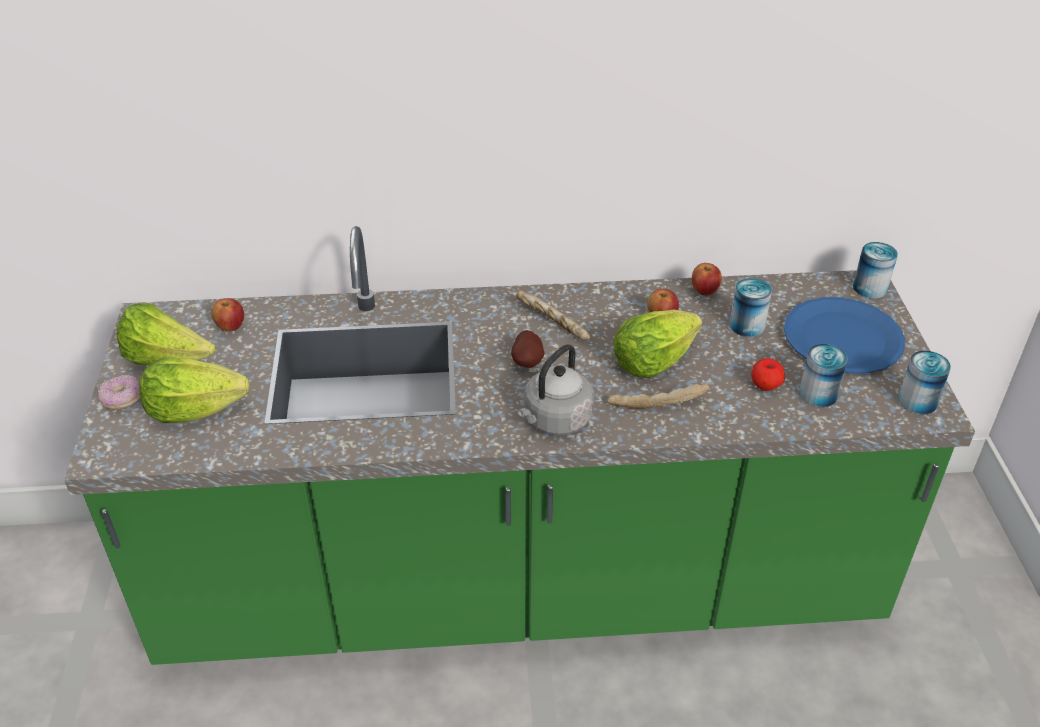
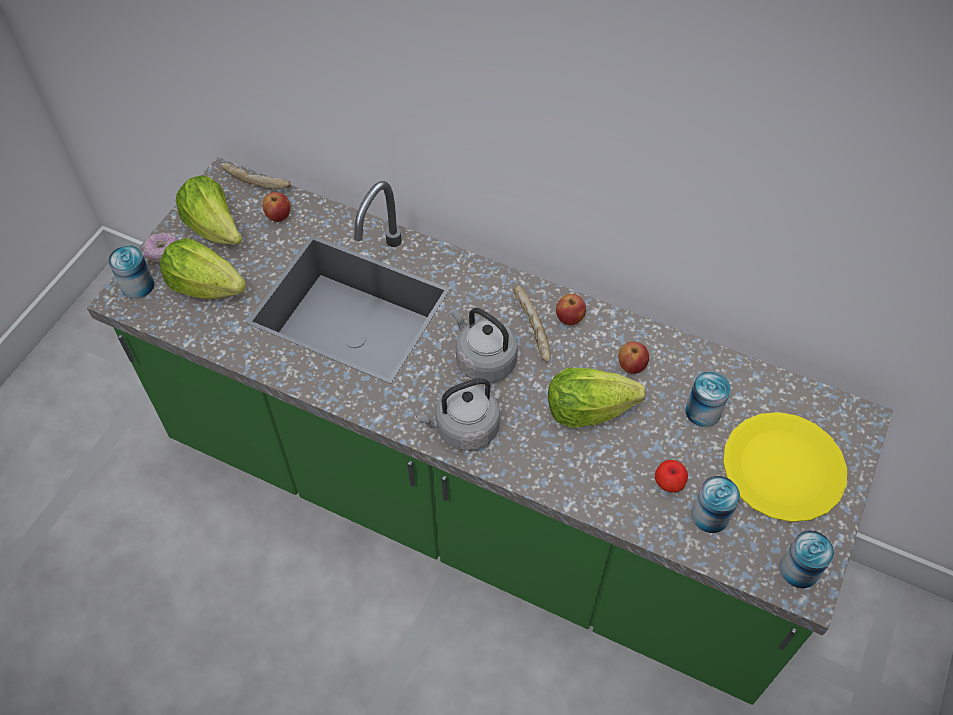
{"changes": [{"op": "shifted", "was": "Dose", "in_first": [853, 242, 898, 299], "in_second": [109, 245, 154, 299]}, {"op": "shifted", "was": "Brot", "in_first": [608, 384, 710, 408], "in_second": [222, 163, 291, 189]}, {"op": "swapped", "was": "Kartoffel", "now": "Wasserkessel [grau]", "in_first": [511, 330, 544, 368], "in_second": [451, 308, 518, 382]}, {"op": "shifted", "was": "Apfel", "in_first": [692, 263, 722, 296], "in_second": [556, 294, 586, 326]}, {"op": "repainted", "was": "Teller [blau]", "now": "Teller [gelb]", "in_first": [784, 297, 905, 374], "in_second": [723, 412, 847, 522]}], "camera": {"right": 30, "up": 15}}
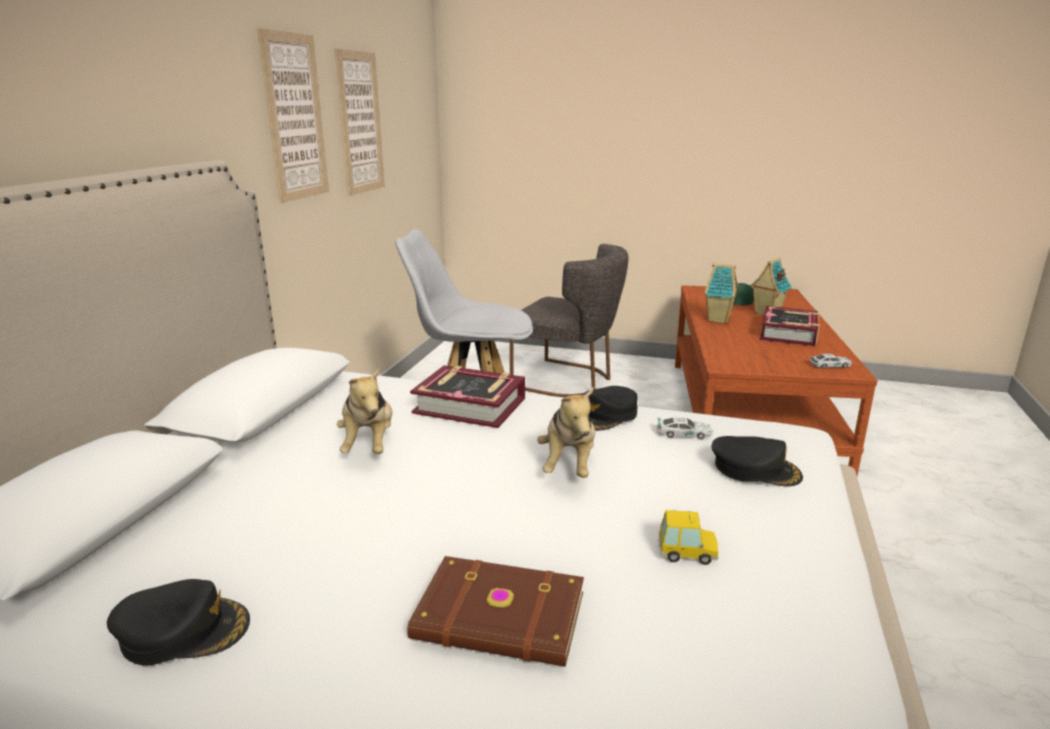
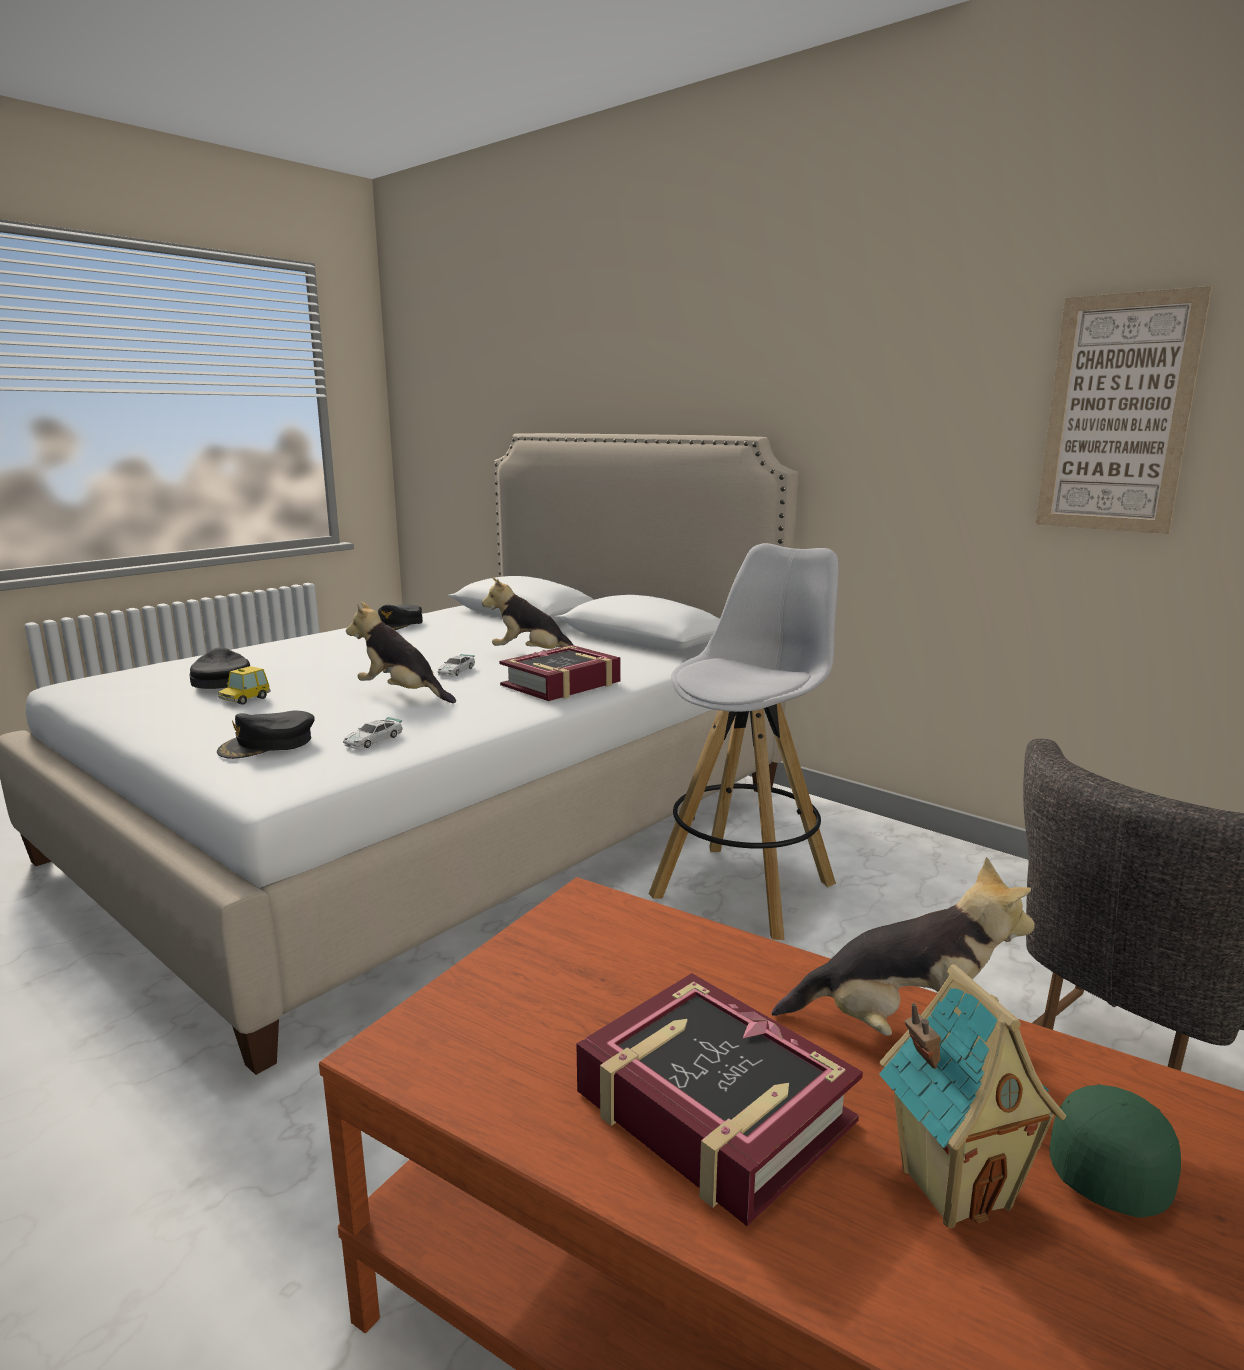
{"changes": [{"op": "shifted", "was": "Kappe [schwarz]", "in_first": [583, 386, 638, 431], "in_second": [189, 647, 250, 689]}, {"op": "shifted", "was": "Spielzeugauto", "in_first": [810, 354, 852, 369], "in_second": [438, 654, 475, 677]}, {"op": "swapped", "was": "Spielzeughaus", "now": "Plüschtier", "in_first": [704, 263, 738, 323], "in_second": [772, 857, 1035, 1036]}, {"op": "gone", "was": "Bild", "in_first": [257, 28, 329, 203]}, {"op": "gone", "was": "Buch [braun]", "in_first": [407, 556, 584, 667]}], "camera": {"right": 115, "up": -5}}
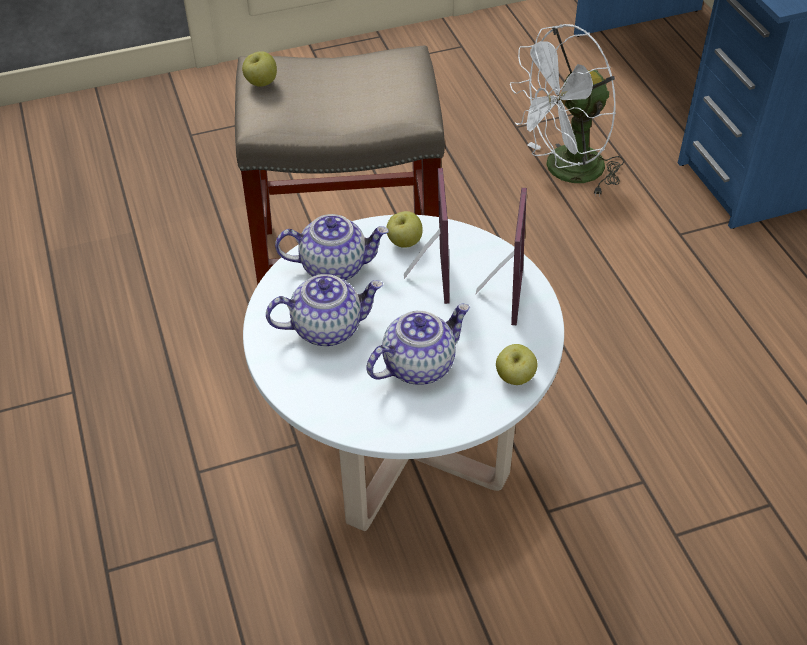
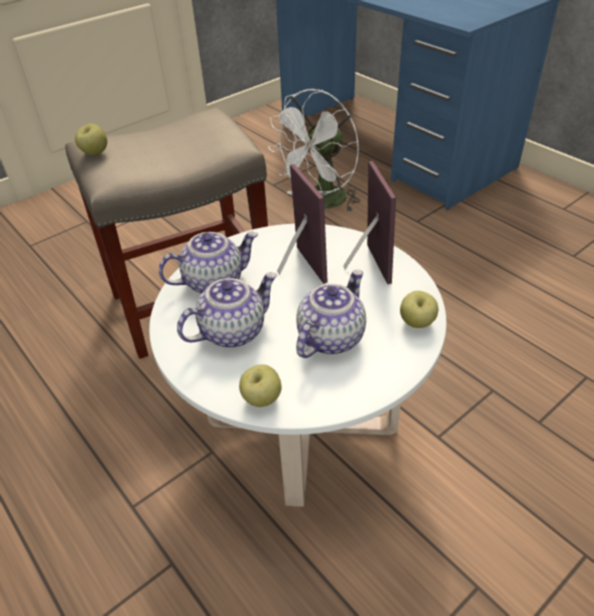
{"changes": [{"op": "shifted", "was": "Apfel", "in_first": [386, 211, 423, 248], "in_second": [239, 364, 282, 407]}], "camera": {"right": -20, "up": -5}}
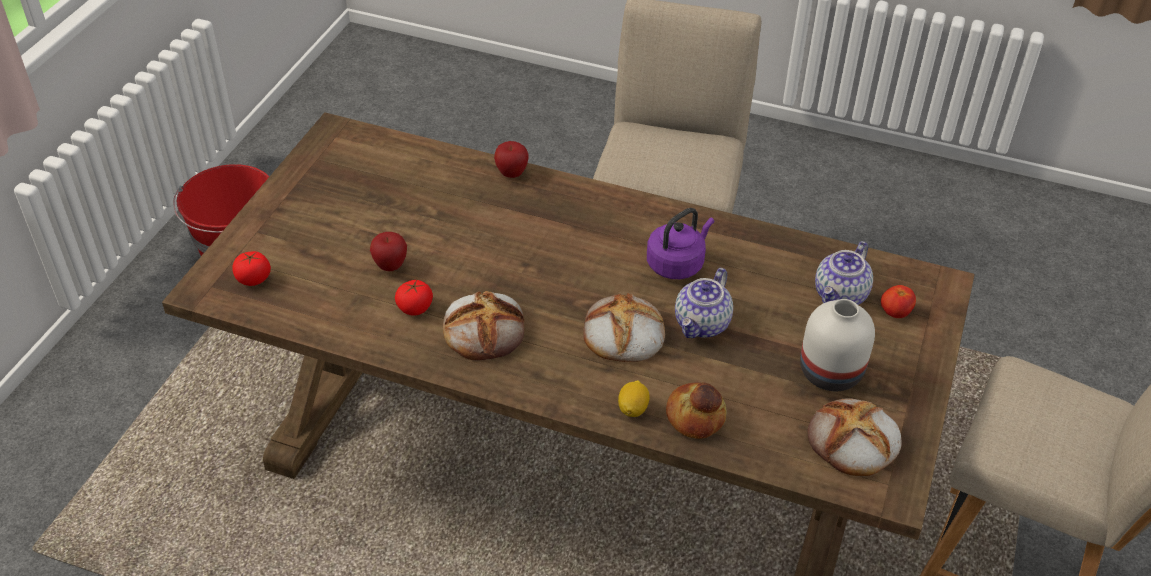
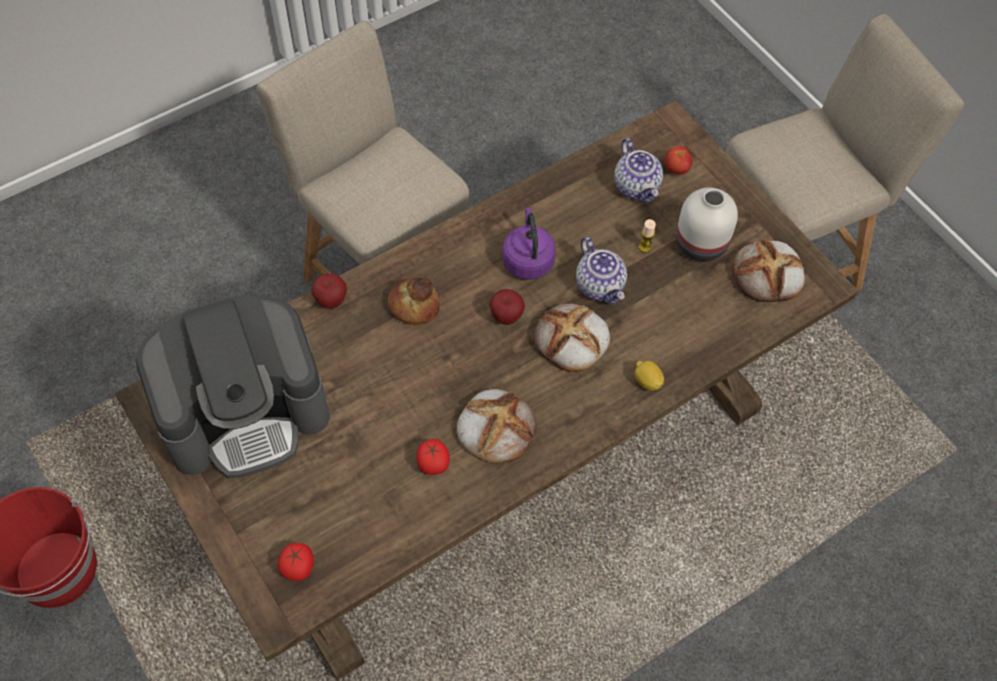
{"changes": [{"op": "new", "now": "Kaffeemaschine", "in_second": [136, 295, 330, 478]}, {"op": "shifted", "was": "Brot", "in_first": [666, 383, 726, 439], "in_second": [388, 278, 440, 325]}, {"op": "shifted", "was": "Apfel", "in_first": [370, 232, 407, 271], "in_second": [489, 289, 525, 325]}, {"op": "new", "now": "Kerze", "in_second": [639, 219, 656, 253]}], "camera": {"right": -55, "up": 15}}
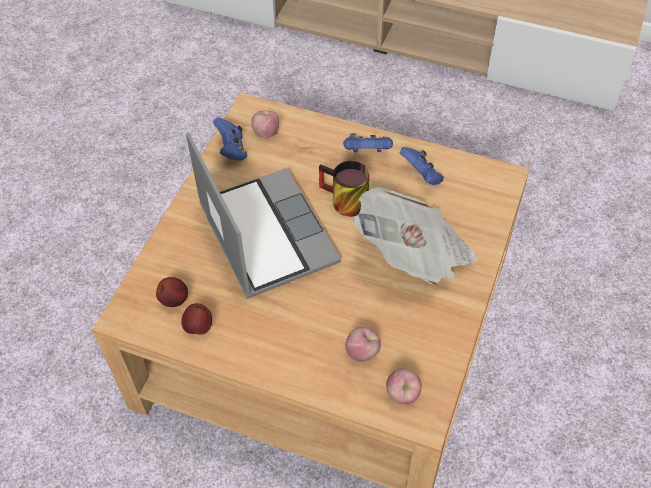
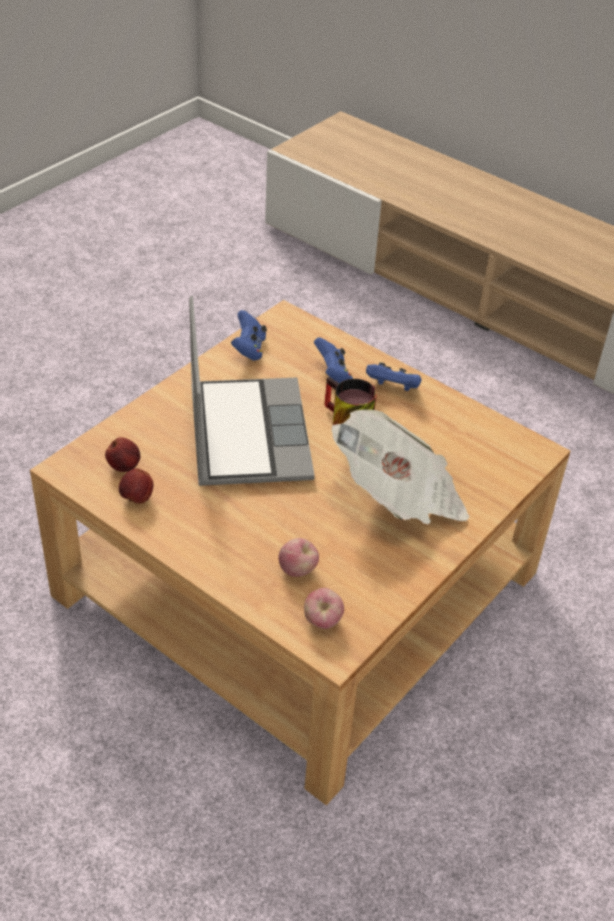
{"changes": [{"op": "shifted", "was": "Gamepad [blau]", "in_first": [399, 147, 444, 185], "in_second": [314, 337, 353, 383]}, {"op": "gone", "was": "Apfel", "in_first": [251, 110, 279, 138]}], "camera": {"right": 15, "up": -10}}
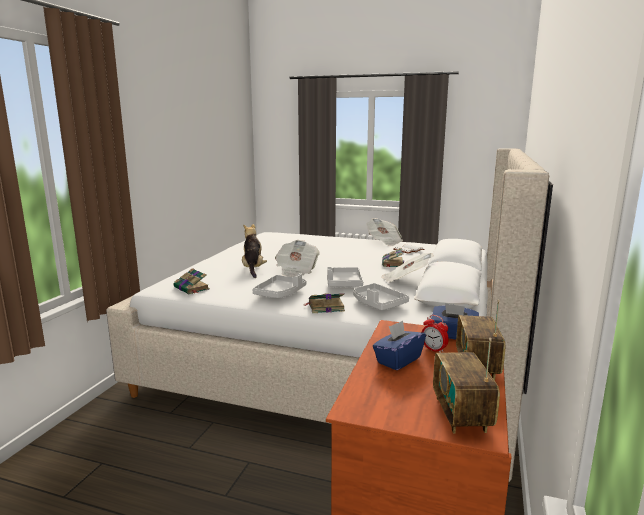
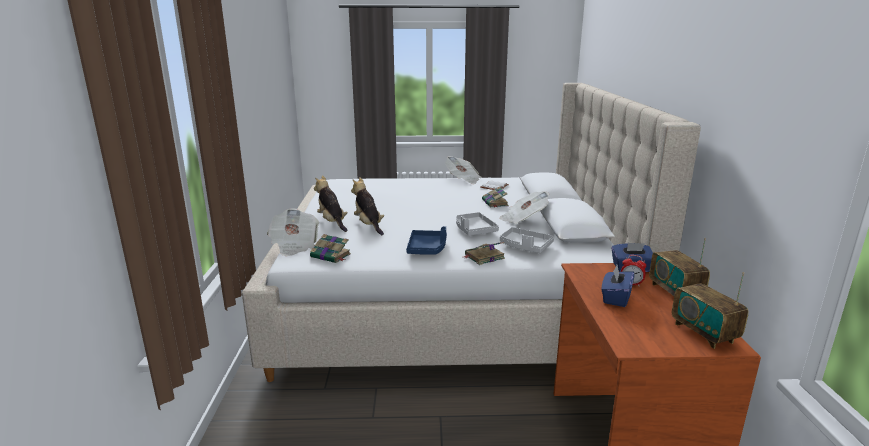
{"changes": [{"op": "shifted", "was": "Zeitung", "in_first": [275, 240, 320, 277], "in_second": [267, 208, 319, 256]}, {"op": "new", "now": "Plüschtier", "in_second": [314, 175, 348, 232]}, {"op": "repainted", "was": "Tablett [grau]", "now": "Tablett [blau]", "in_first": [253, 273, 306, 298], "in_second": [406, 226, 447, 255]}], "camera": {"right": -20, "up": 5}}
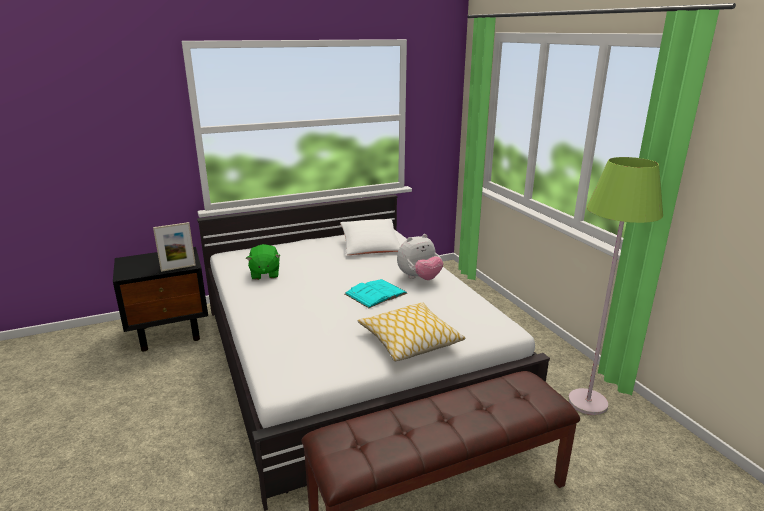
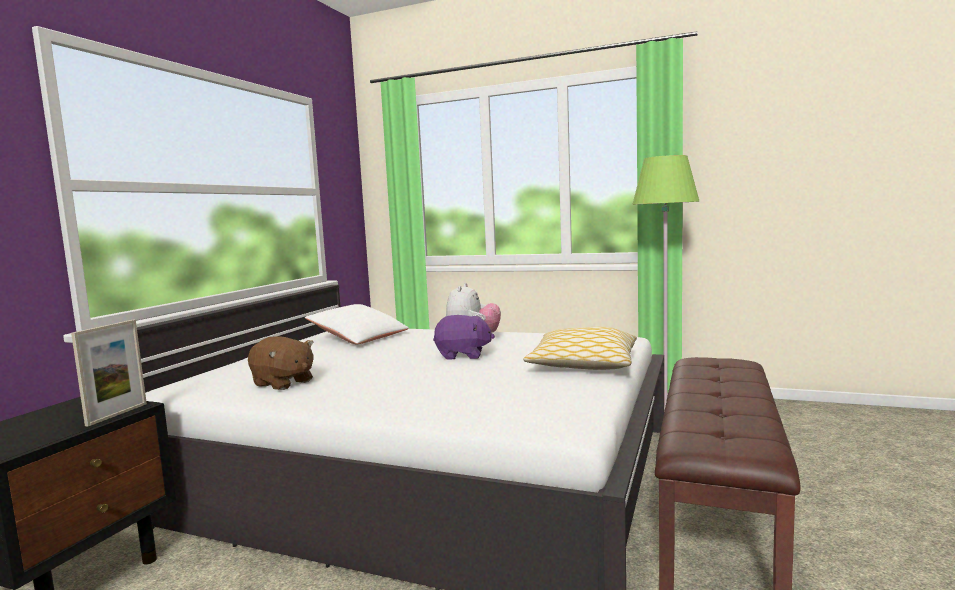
{"changes": [{"op": "repainted", "was": "Plüschtier [grün]", "now": "Plüschtier [braun]", "in_first": [246, 244, 280, 280], "in_second": [248, 336, 314, 390]}, {"op": "swapped", "was": "Buch [türkis]", "now": "Plüschtier [lila]", "in_first": [345, 279, 407, 308], "in_second": [433, 315, 495, 360]}], "camera": {"right": -45, "up": -15}}
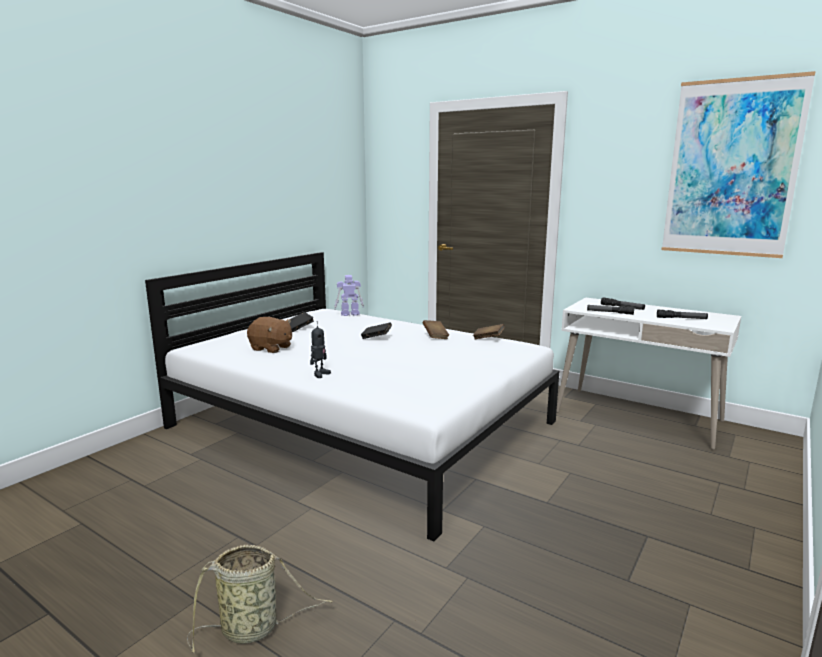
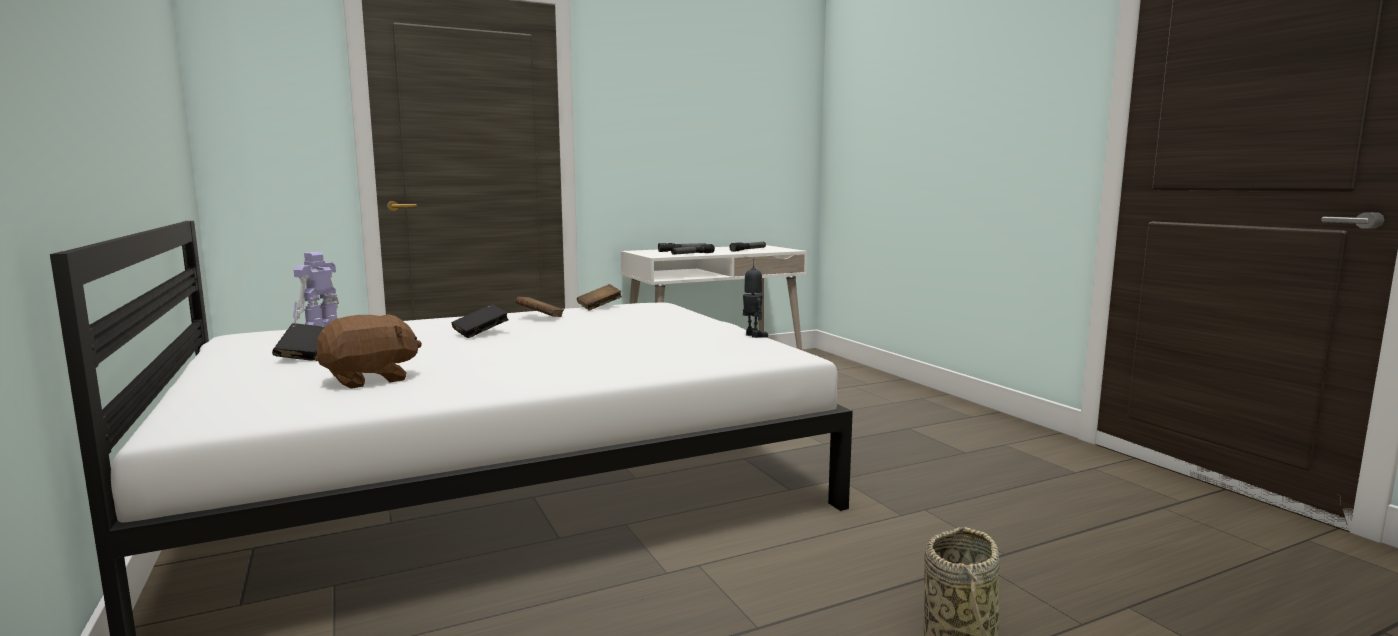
{"changes": [{"op": "shifted", "was": "Spielzeugroboter", "in_first": [310, 321, 331, 378], "in_second": [743, 259, 768, 338]}, {"op": "gone", "was": "Bild", "in_first": [662, 71, 816, 258]}], "camera": {"right": -60, "up": -5}}
